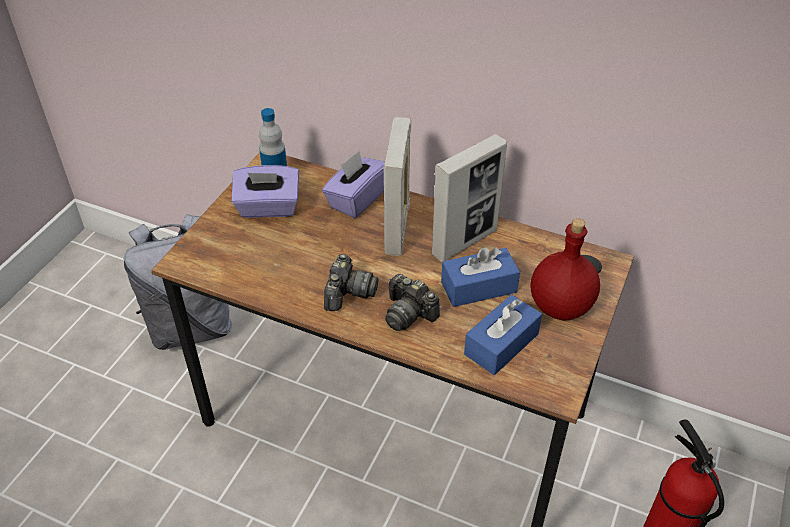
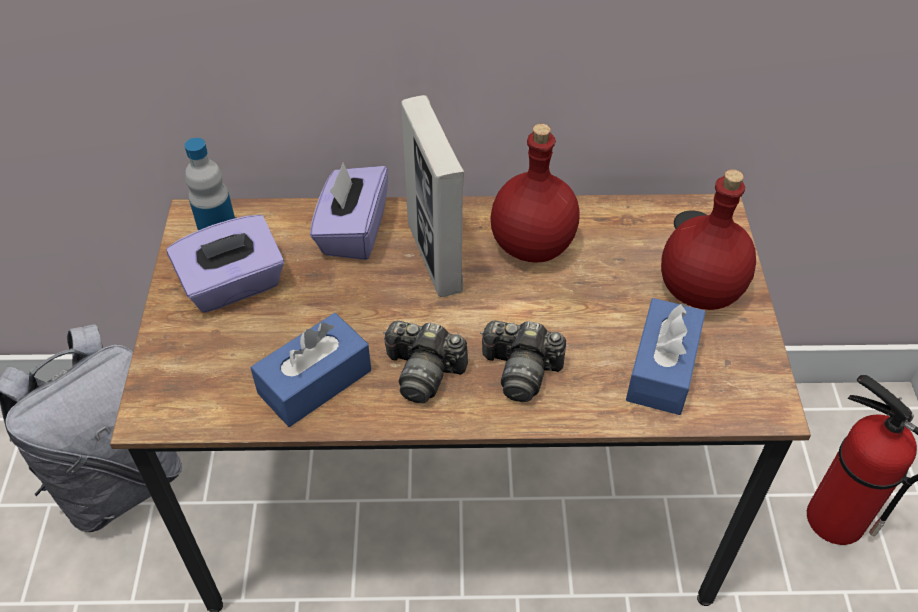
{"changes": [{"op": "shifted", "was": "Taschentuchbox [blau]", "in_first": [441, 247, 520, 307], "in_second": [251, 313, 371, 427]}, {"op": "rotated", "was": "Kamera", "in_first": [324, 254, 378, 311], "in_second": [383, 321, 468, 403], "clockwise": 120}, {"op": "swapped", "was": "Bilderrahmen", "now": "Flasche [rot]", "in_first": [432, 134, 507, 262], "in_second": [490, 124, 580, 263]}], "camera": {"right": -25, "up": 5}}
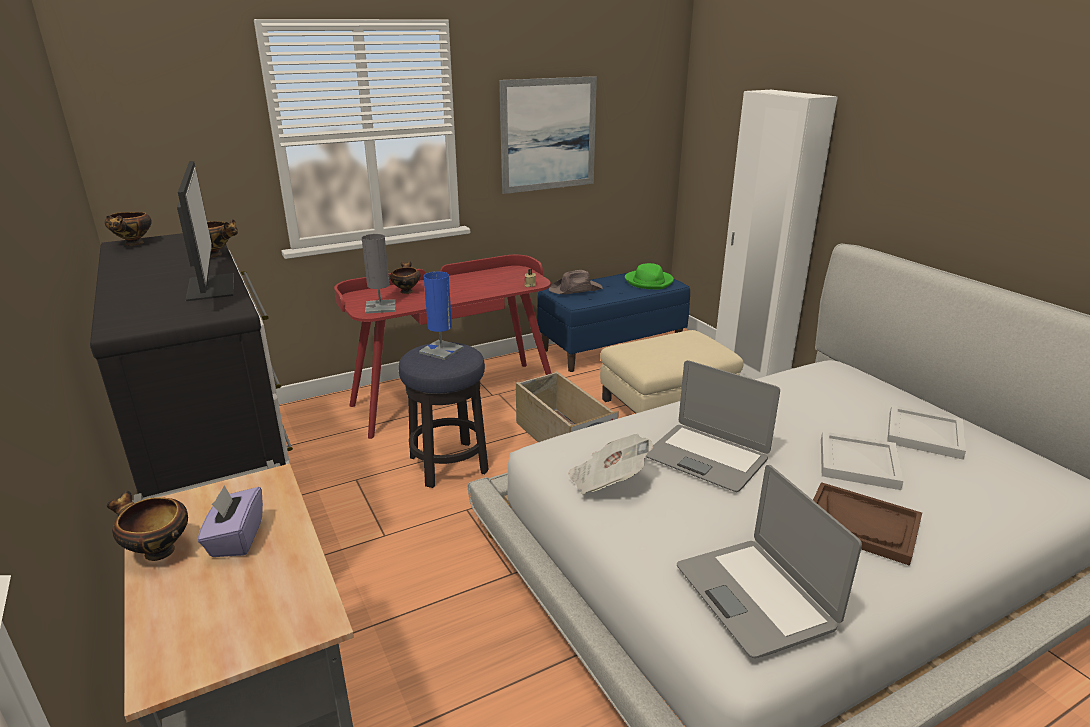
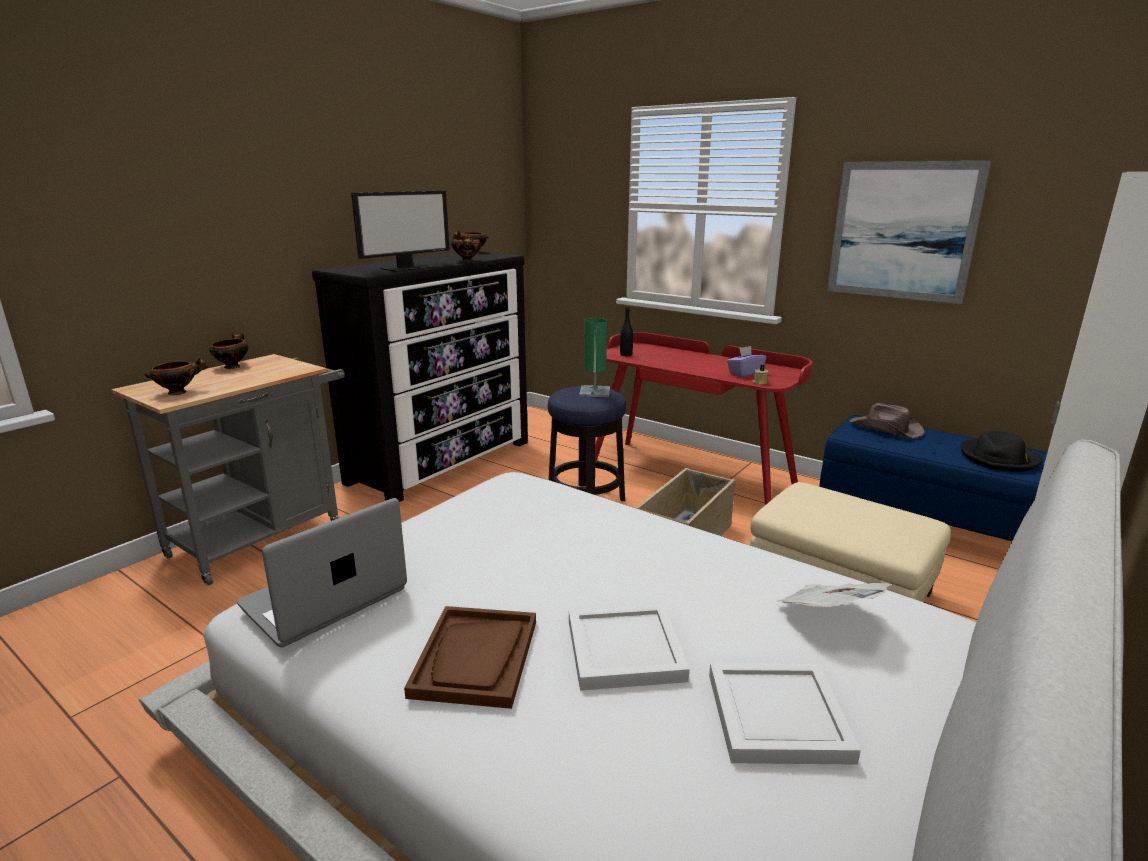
{"changes": [{"op": "shifted", "was": "Schüssel", "in_first": [390, 262, 421, 294], "in_second": [144, 356, 208, 395]}, {"op": "repainted", "was": "Tischlampe [blau]", "now": "Tischlampe [grün]", "in_first": [419, 271, 464, 360], "in_second": [579, 318, 610, 397]}, {"op": "swapped", "was": "Tischlampe [grau]", "now": "Flasche [schwarz]", "in_first": [362, 234, 396, 314], "in_second": [620, 306, 633, 356]}, {"op": "shifted", "was": "Taschentuchbox [lila]", "in_first": [197, 485, 263, 557], "in_second": [727, 346, 767, 377]}, {"op": "shifted", "was": "Zeitung", "in_first": [568, 434, 653, 495], "in_second": [778, 583, 894, 607]}, {"op": "repainted", "was": "Hut [grün]", "now": "Hut [schwarz]", "in_first": [625, 263, 674, 289], "in_second": [960, 431, 1042, 472]}, {"op": "gone", "was": "Laptop", "in_first": [646, 360, 780, 492]}], "camera": {"right": 65, "up": -5}}
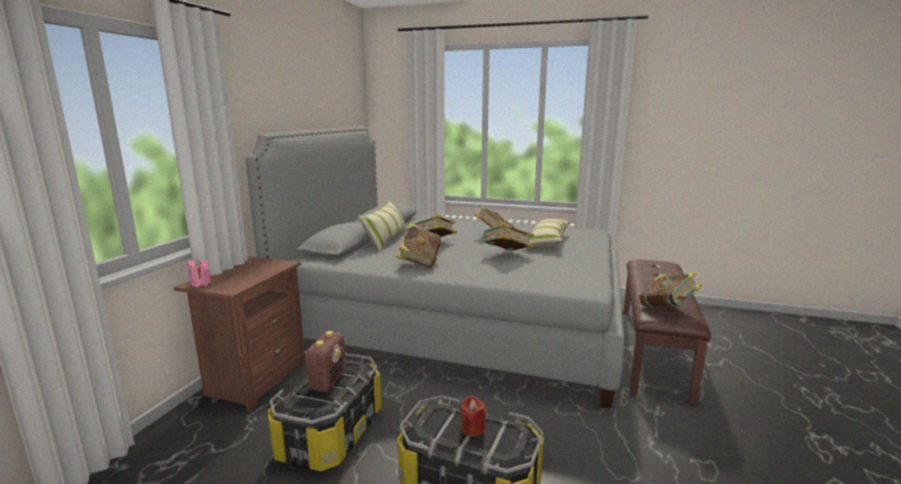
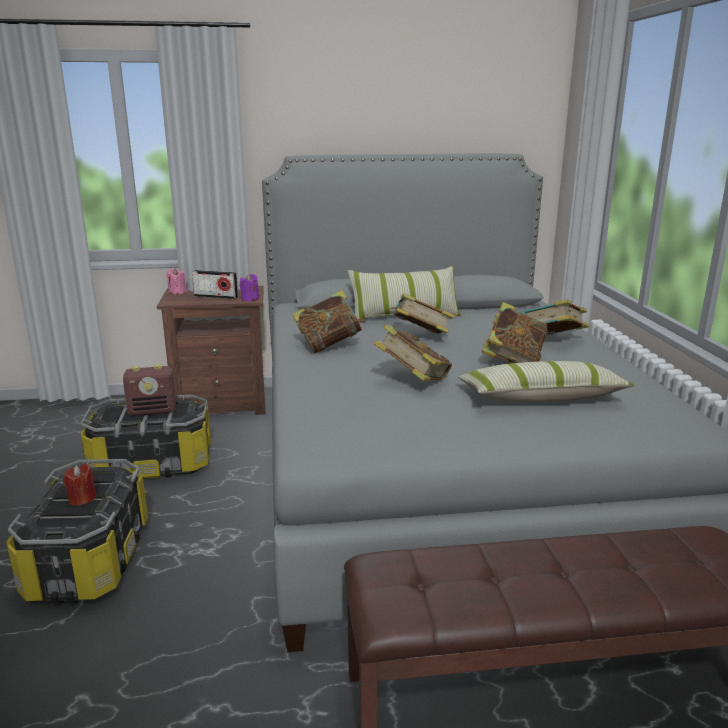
{"changes": [{"op": "new", "now": "Radio", "in_second": [192, 270, 238, 299]}, {"op": "new", "now": "Kerze [lila]", "in_second": [239, 274, 259, 301]}, {"op": "shifted", "was": "Buch", "in_first": [639, 272, 703, 307], "in_second": [523, 299, 589, 335]}], "camera": {"right": 65, "up": 5}}
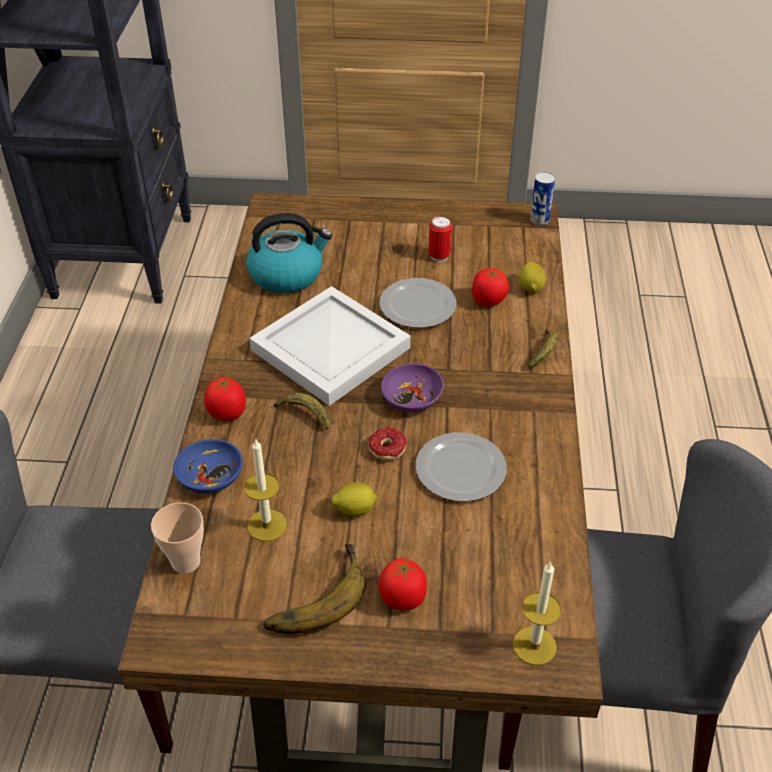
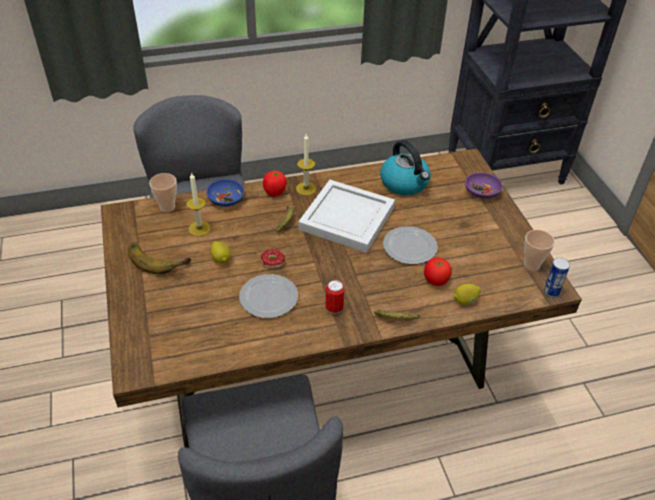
{"changes": [{"op": "shifted", "was": "Kerze", "in_first": [513, 561, 561, 665], "in_second": [296, 134, 316, 196]}, {"op": "shifted", "was": "Dose", "in_first": [429, 216, 452, 262], "in_second": [325, 280, 345, 314]}, {"op": "shifted", "was": "Schüssel [lila]", "in_first": [381, 363, 444, 413], "in_second": [465, 172, 503, 199]}, {"op": "new", "now": "Tasse", "in_second": [524, 230, 555, 271]}, {"op": "gone", "was": "Tomate", "in_first": [378, 558, 427, 610]}], "camera": {"right": 70, "up": 0}}
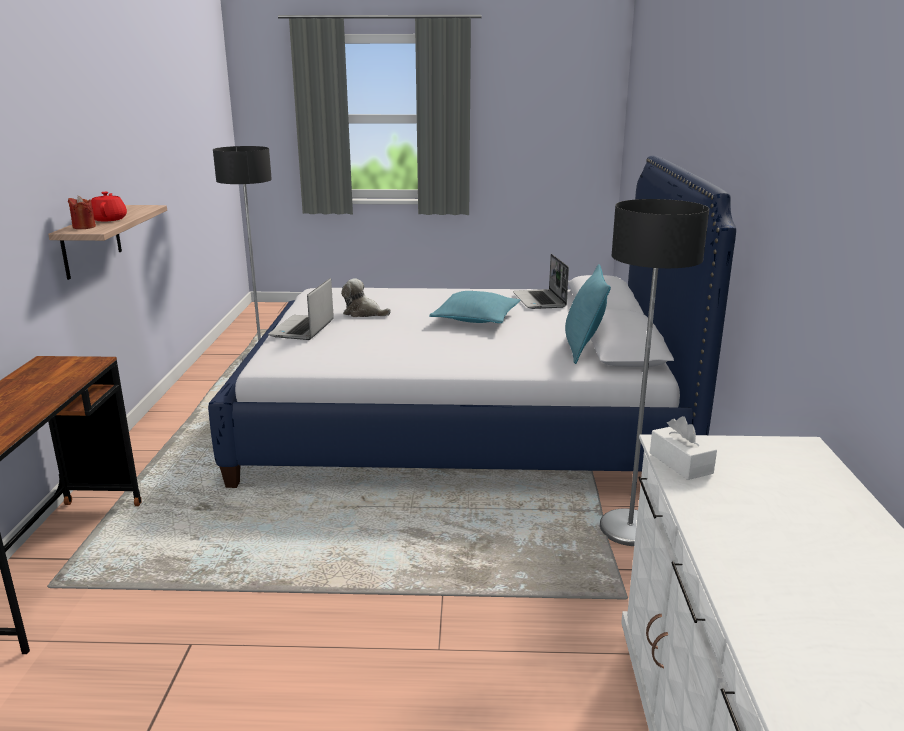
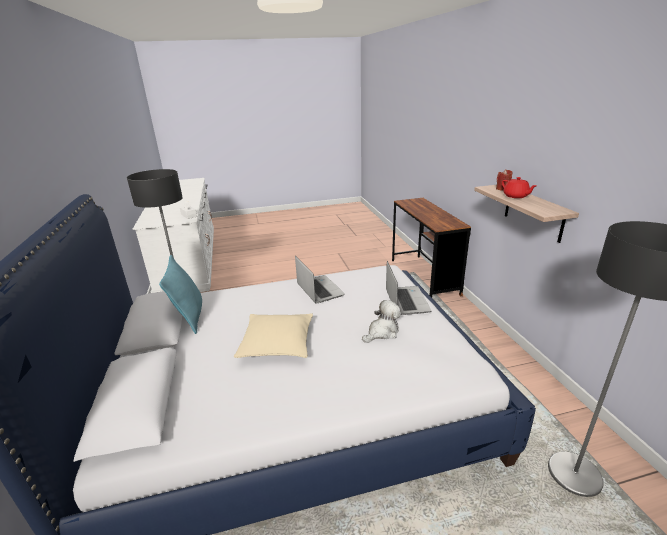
{"changes": [{"op": "repainted", "was": "Kissen [türkis]", "now": "Kissen [beige]", "in_first": [429, 291, 520, 323], "in_second": [234, 313, 313, 358]}, {"op": "shifted", "was": "Laptop", "in_first": [513, 254, 569, 309], "in_second": [295, 256, 345, 304]}, {"op": "rotated", "was": "Plüschtier", "in_first": [341, 278, 391, 317], "in_second": [362, 300, 401, 343], "clockwise": -45}], "camera": {"right": 165, "up": 5}}
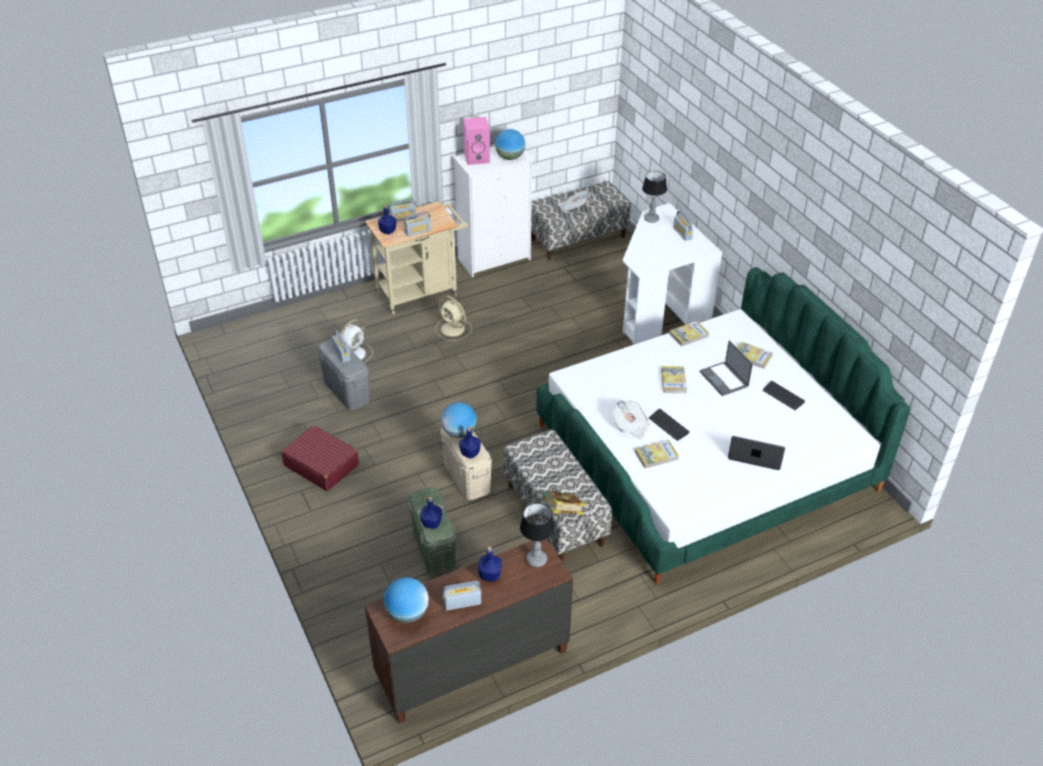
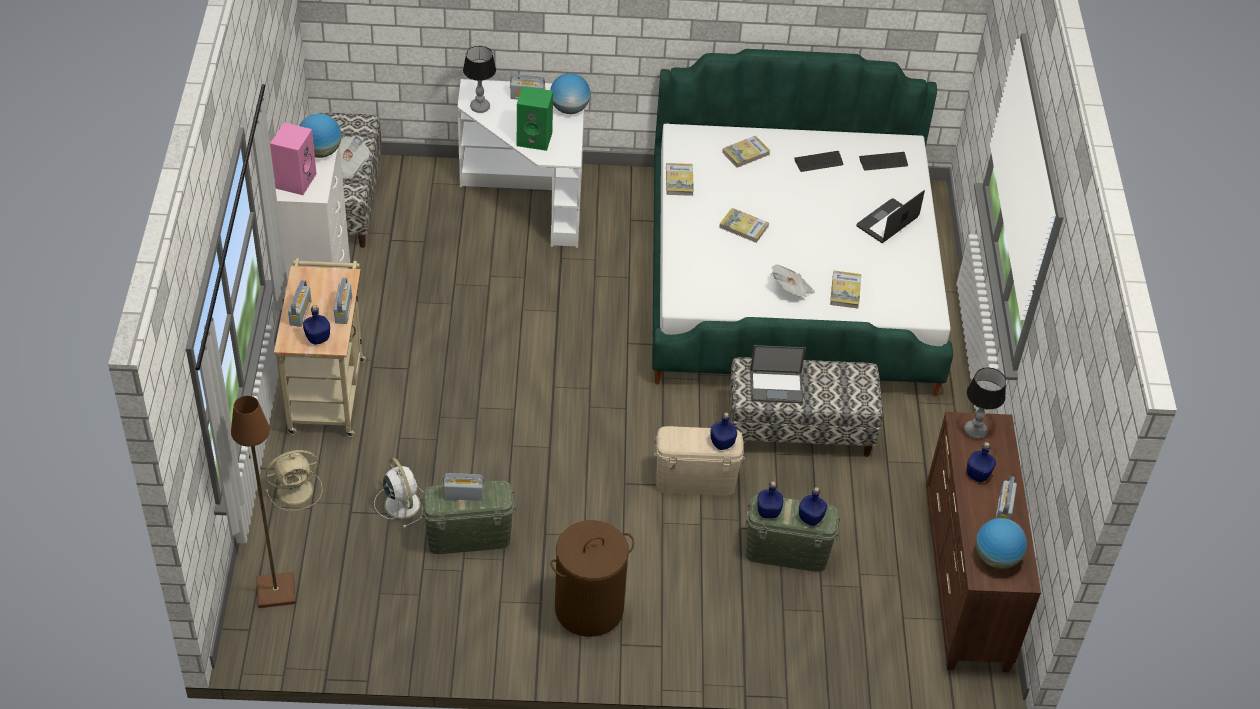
{"changes": [{"op": "new", "now": "Stehlampe [braun]", "in_second": [231, 396, 296, 608]}, {"op": "shifted", "was": "Ventilator [beige]", "in_first": [435, 295, 472, 341], "in_second": [265, 450, 323, 511]}, {"op": "repainted", "was": "Aufbewahrungsbox [grau]", "now": "Aufbewahrungsbox [grün]", "in_first": [318, 339, 370, 410], "in_second": [420, 481, 516, 554]}, {"op": "new", "now": "Lautsprecher [grün]", "in_second": [517, 86, 553, 151]}, {"op": "shifted", "was": "Globus", "in_first": [441, 402, 477, 438], "in_second": [550, 73, 590, 114]}, {"op": "swapped", "was": "Koffer [rot]", "now": "Wäschekorb [braun]", "in_first": [281, 425, 359, 491], "in_second": [550, 520, 634, 637]}, {"op": "shifted", "was": "Laptop", "in_first": [700, 340, 753, 396], "in_second": [750, 345, 806, 404]}, {"op": "new", "now": "Flasche [blau]", "in_second": [757, 481, 783, 519]}, {"op": "shifted", "was": "Tastatur", "in_first": [649, 409, 689, 441], "in_second": [859, 152, 908, 171]}, {"op": "gone", "was": "Buch", "in_first": [541, 491, 586, 515]}], "camera": {"right": -65, "up": 5}}
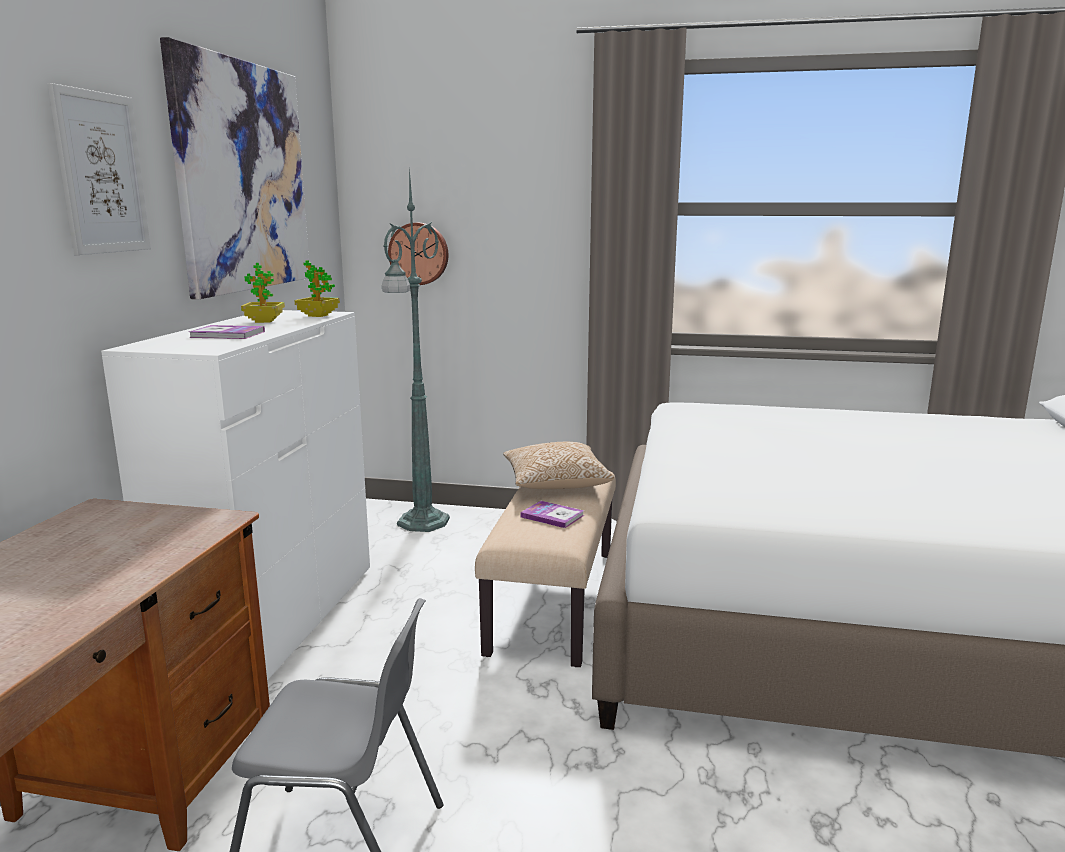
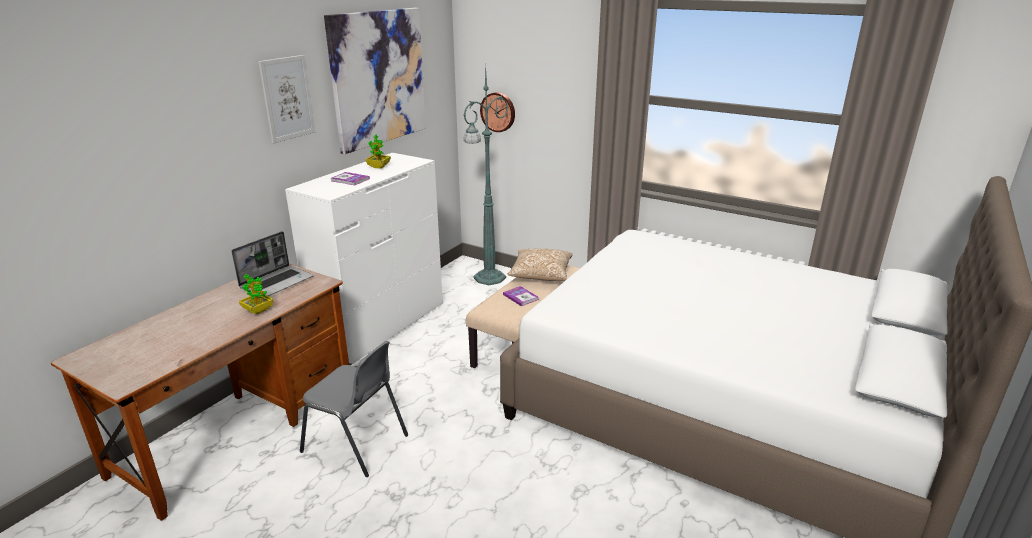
{"changes": [{"op": "new", "now": "Laptop", "in_second": [231, 231, 313, 296]}, {"op": "shifted", "was": "Topfpflanze", "in_first": [294, 260, 340, 317], "in_second": [239, 274, 274, 314]}], "camera": {"right": 20, "up": 10}}
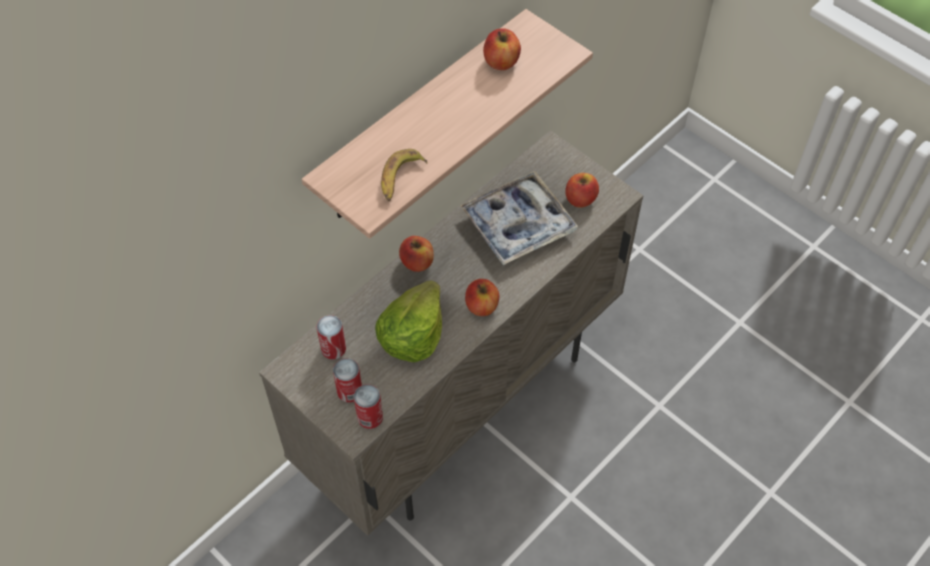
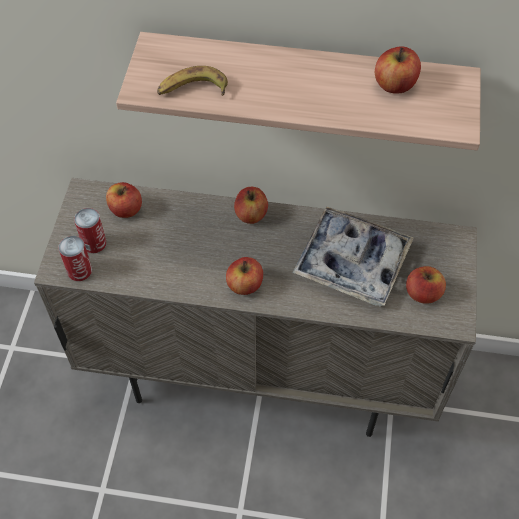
{"changes": [{"op": "swapped", "was": "Dose", "now": "Apfel", "in_first": [317, 315, 346, 359], "in_second": [106, 182, 142, 218]}, {"op": "gone", "was": "Salatkopf", "in_first": [375, 280, 442, 362]}], "camera": {"right": 55, "up": 0}}
